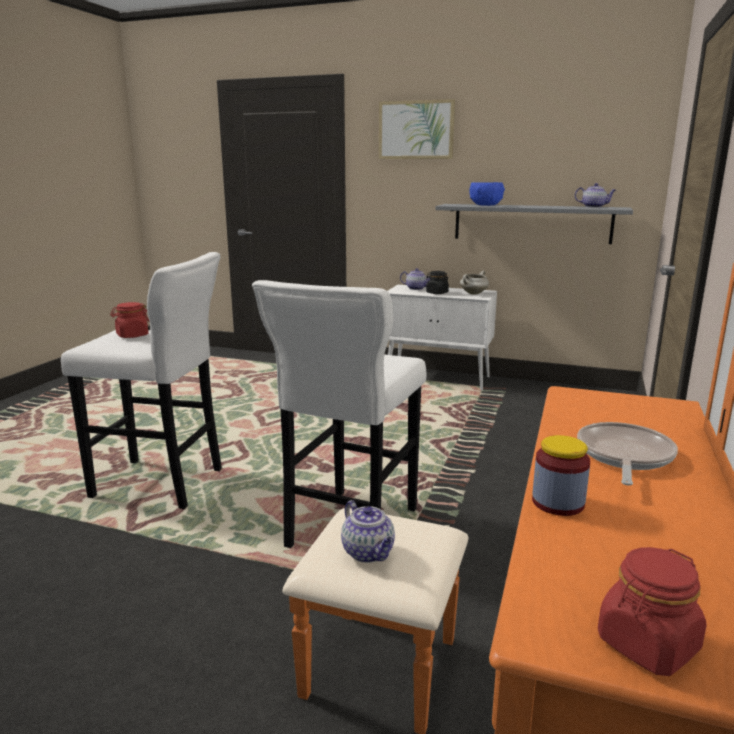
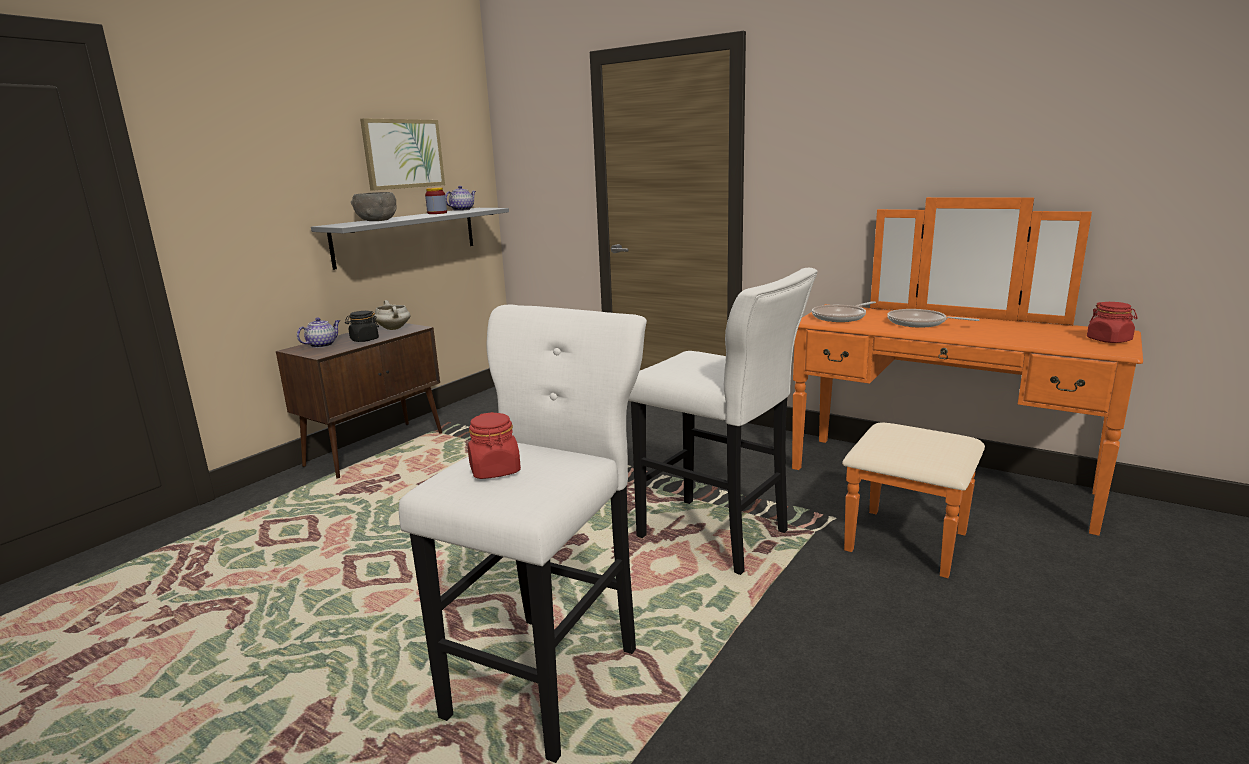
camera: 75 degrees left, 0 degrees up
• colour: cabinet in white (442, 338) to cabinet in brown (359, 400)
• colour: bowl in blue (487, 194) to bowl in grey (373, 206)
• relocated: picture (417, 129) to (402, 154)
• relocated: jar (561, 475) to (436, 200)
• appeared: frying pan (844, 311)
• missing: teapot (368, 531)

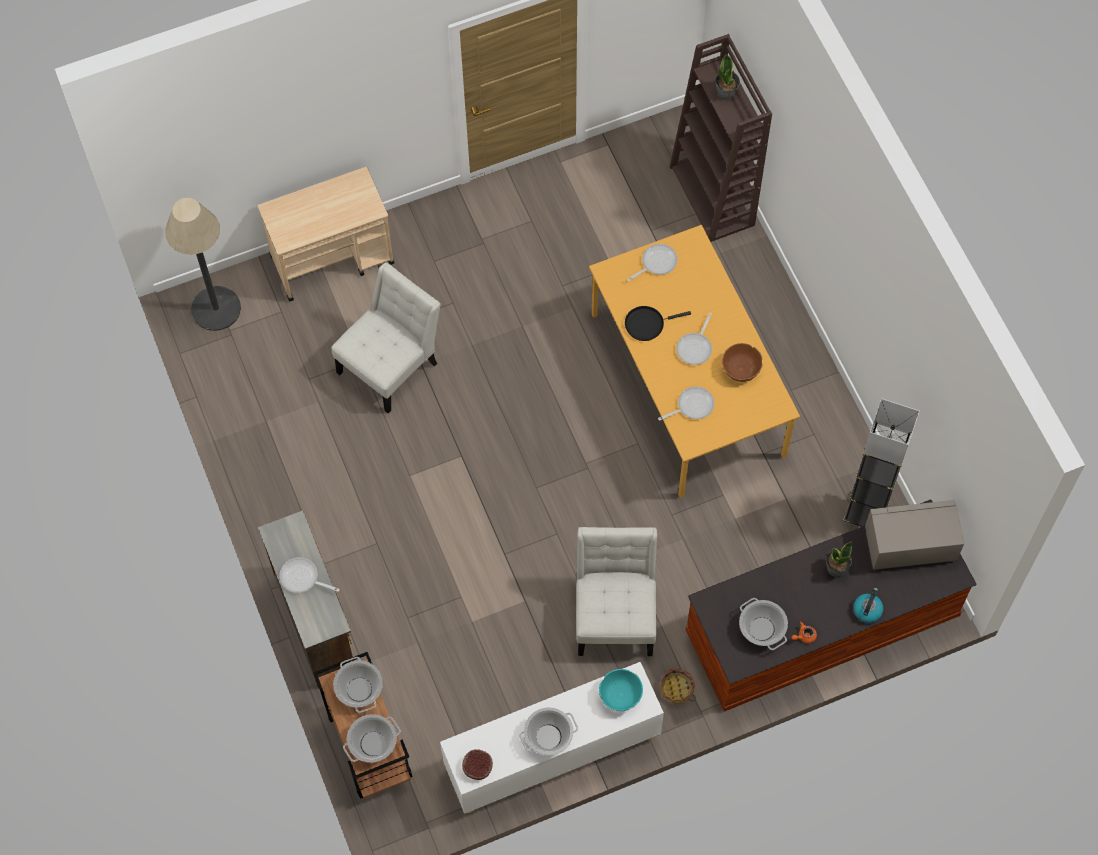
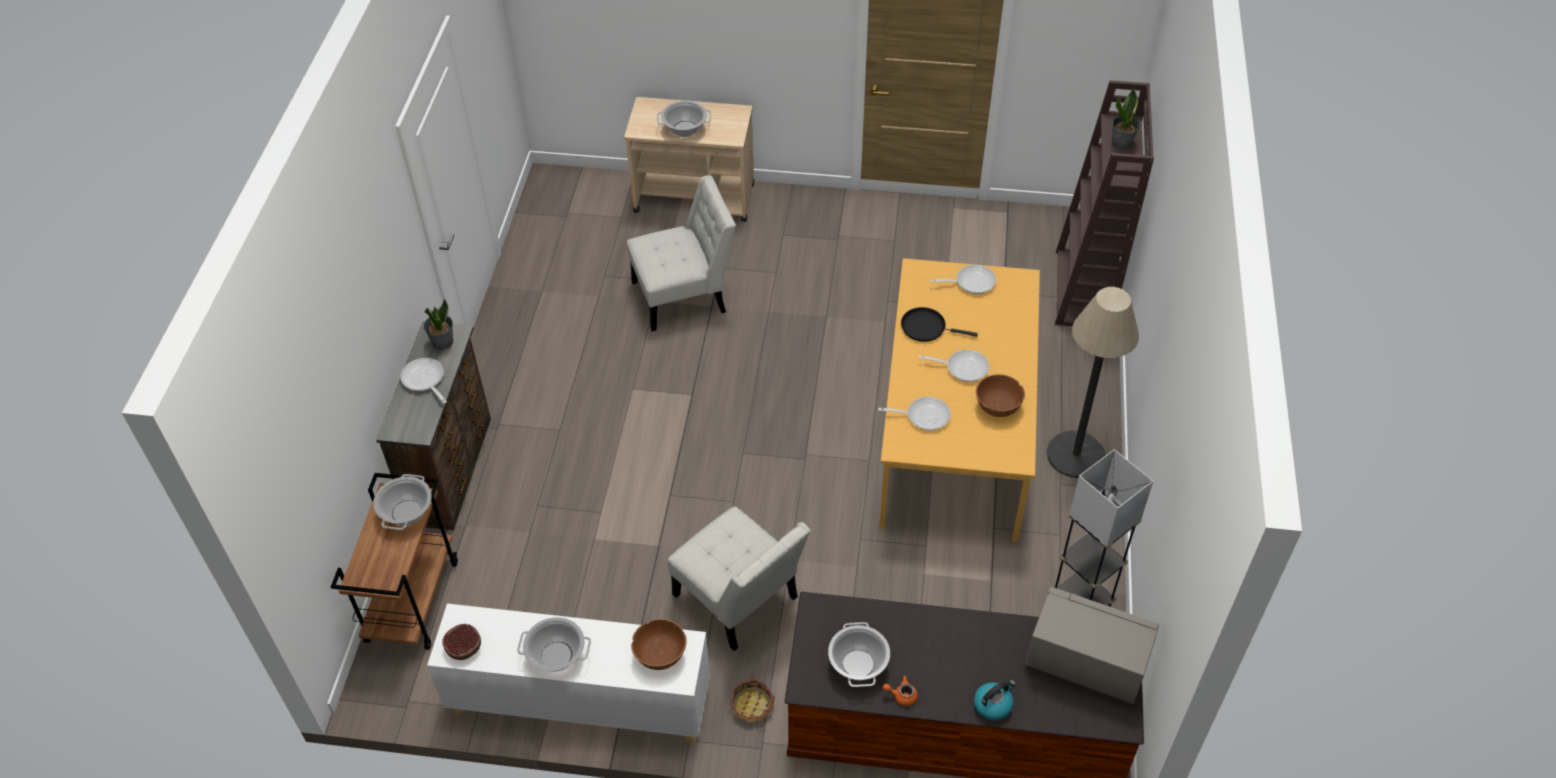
camera: 30 degrees right, 15 degrees down
• relocated: potted plant (839, 559) to (438, 324)
• colour: bowl in turquoise (621, 690) to bowl in brown (659, 644)
• relocated: cooking pot (372, 738) to (684, 118)
• spun: chair in white (616, 591) = (739, 579) 105 degrees clockwise
• spun: frying pan (694, 338) = (954, 366) 135 degrees counterclockwise
• relocated: floor lamp (203, 264) to (1093, 382)

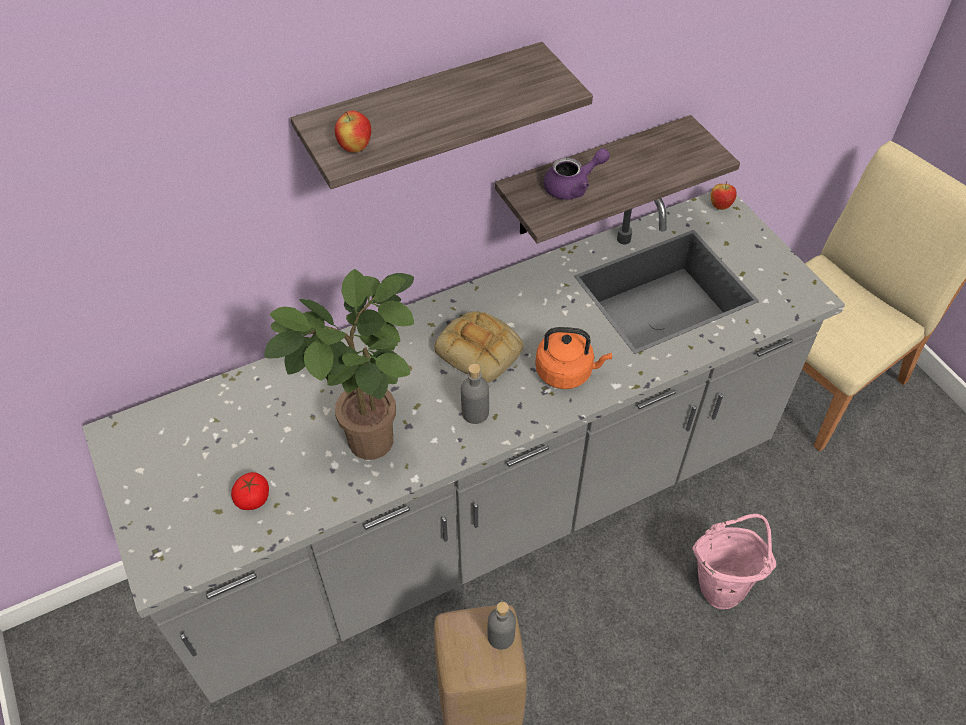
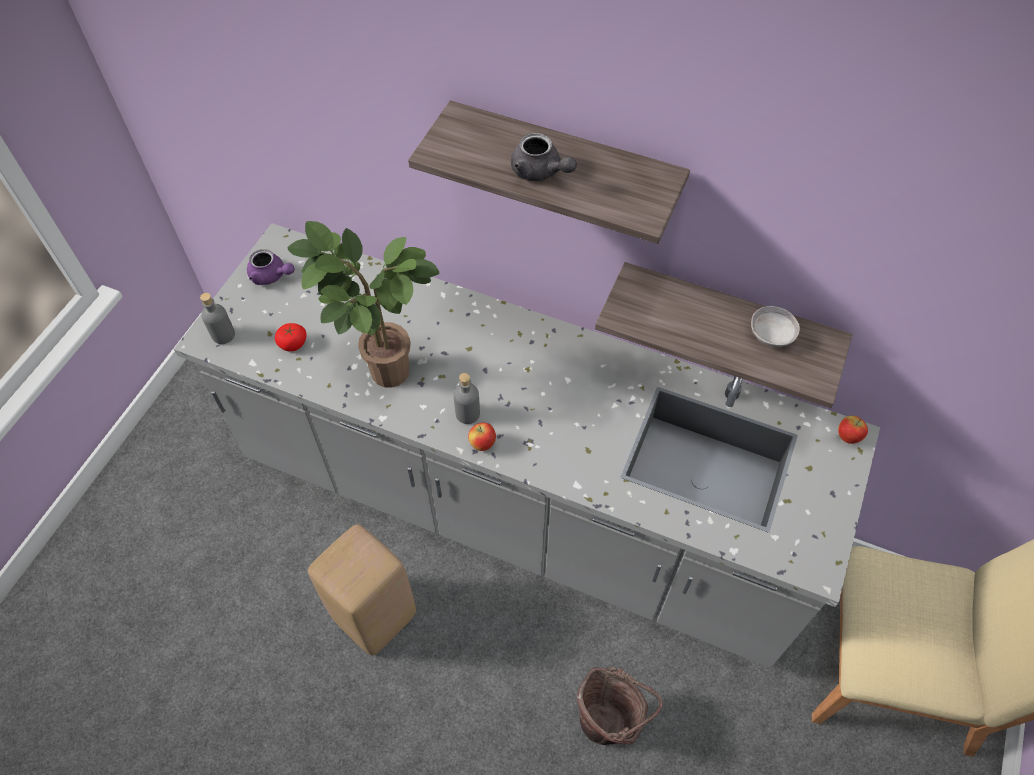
camera: 50 degrees right, 5 degrees up
• relocated: bottle in grey (501, 626) to (217, 318)
• relocated: teapot in purple (577, 174) to (271, 267)
• relocated: apple (353, 132) to (482, 437)
• appeared: teapot in grey (544, 157)
• colour: bucket in pink (734, 561) to bucket in brown (620, 706)
• appeared: bowl in grey (775, 326)
• missing: bread (479, 347)
• missing: kettle in orange (573, 358)

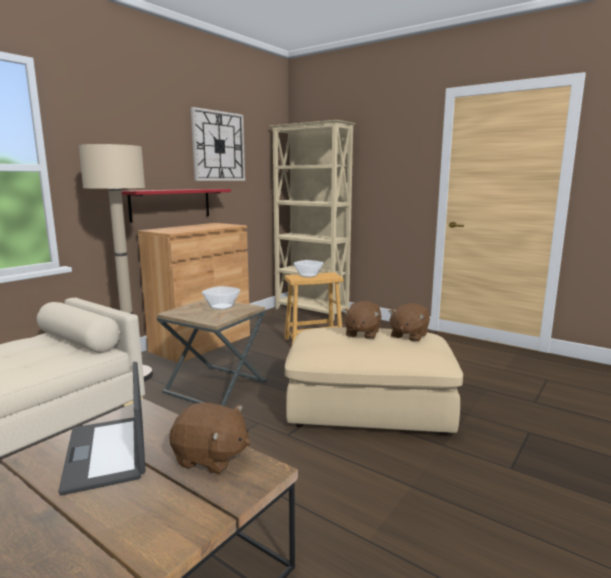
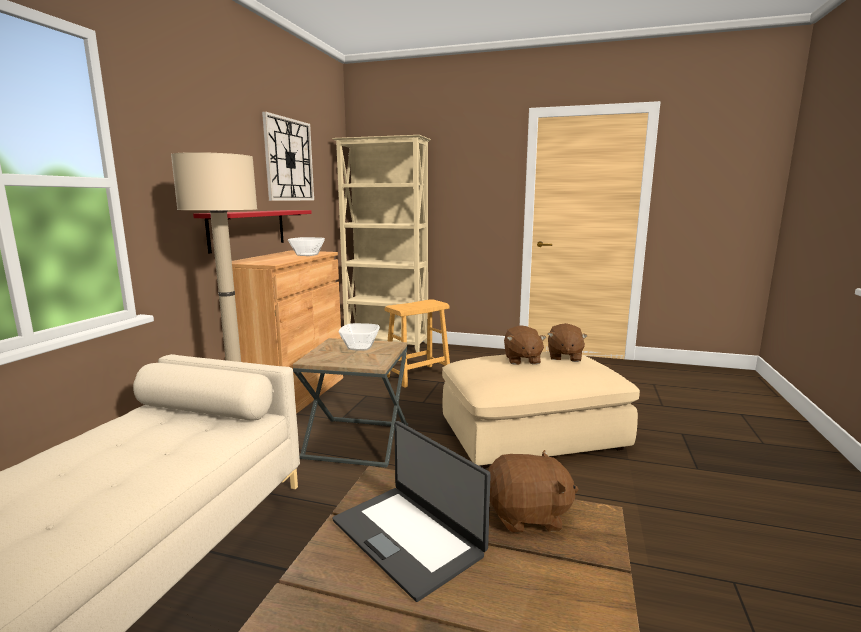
camera: 20 degrees left, 0 degrees up
• relocated: bowl (308, 268) to (306, 246)

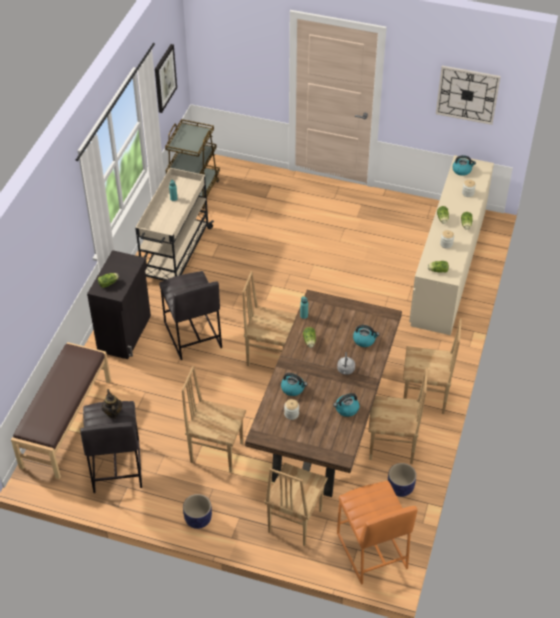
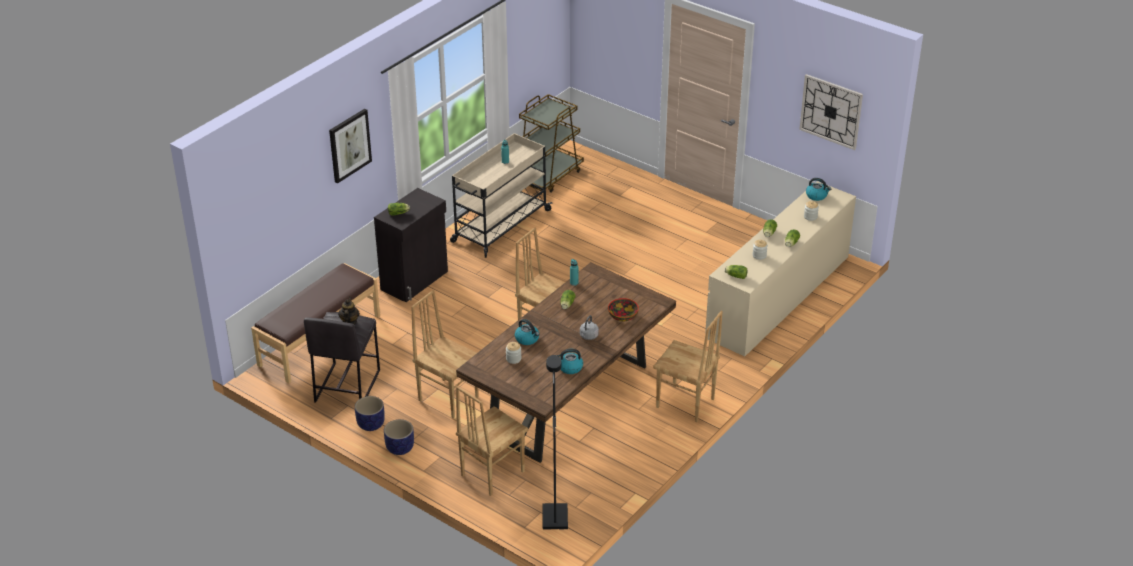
camera: 20 degrees right, 10 degrees down
• relocated: picture (166, 78) to (350, 146)
• relocated: planter (402, 480) to (370, 413)
• exchanged: stool in orange (377, 533) to floor lamp in black (555, 442)
• exchanged: kettle (366, 336) to bowl (623, 310)
• missing: stool in grey (190, 315)
• missing: chair in brown (398, 415)

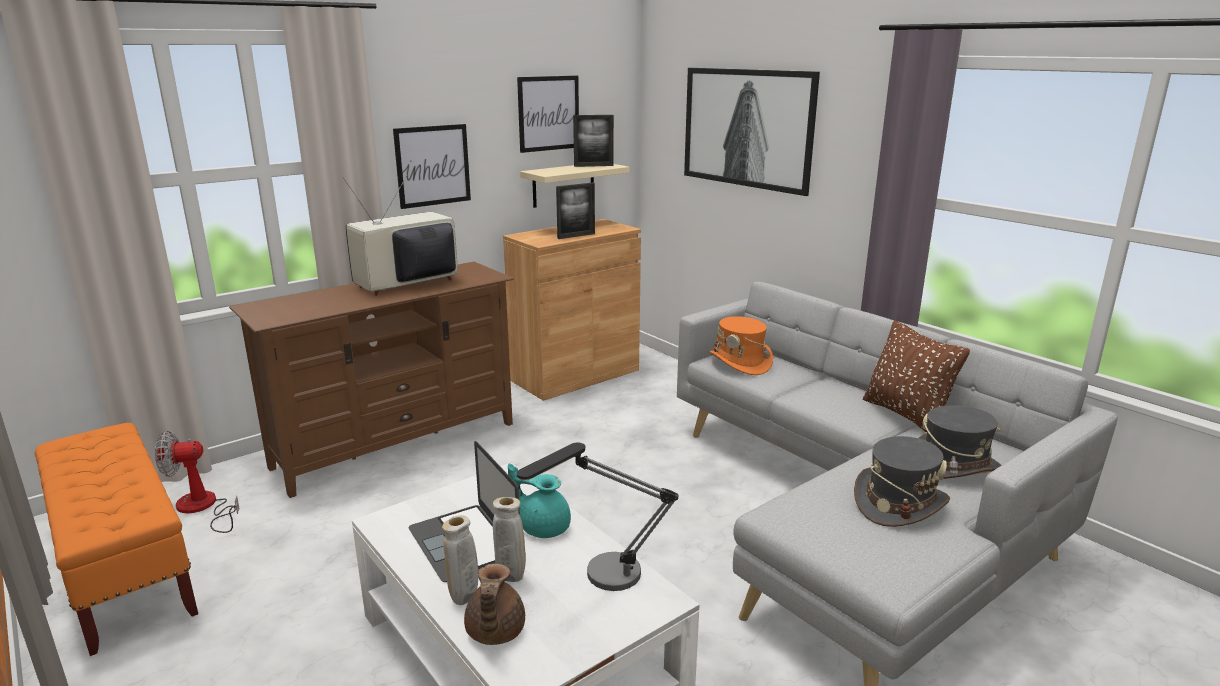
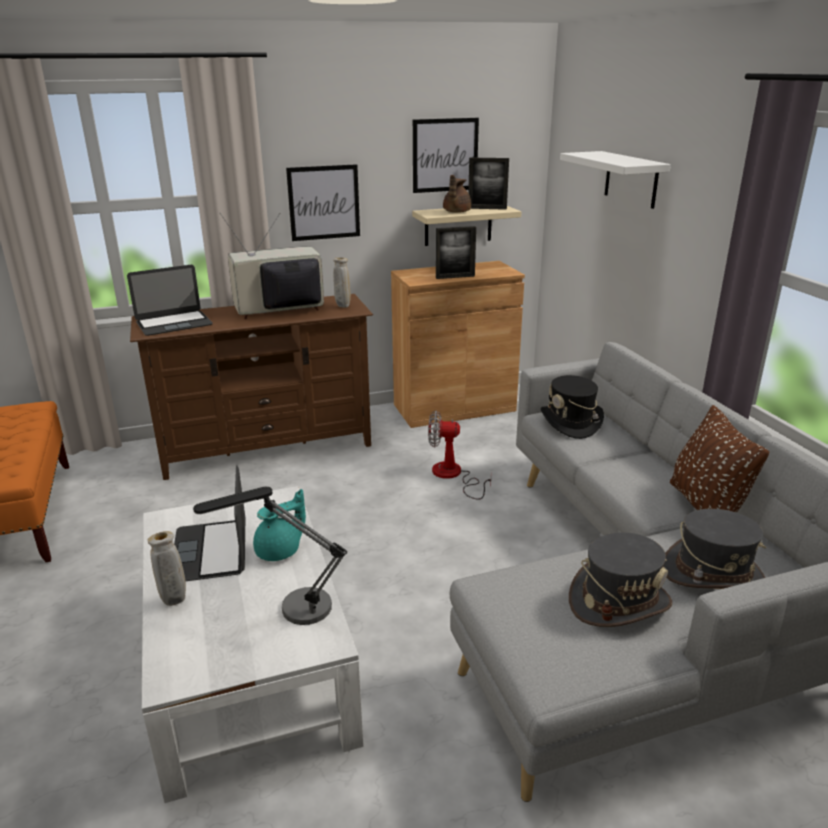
camera: 20 degrees right, 5 degrees up
• appeared: laptop (170, 300)
• spun: teapot in turquoise (539, 500) = (279, 525) 105 degrees clockwise
• relocated: vase in beige (509, 539) to (342, 282)
• relocated: fan (197, 482) to (459, 455)
• relocated: teapot in brown (494, 604) to (457, 194)
• colour: hat in orange (741, 345) to hat in black (572, 407)
• exchanged: picture (752, 132) to shelf in white (615, 180)

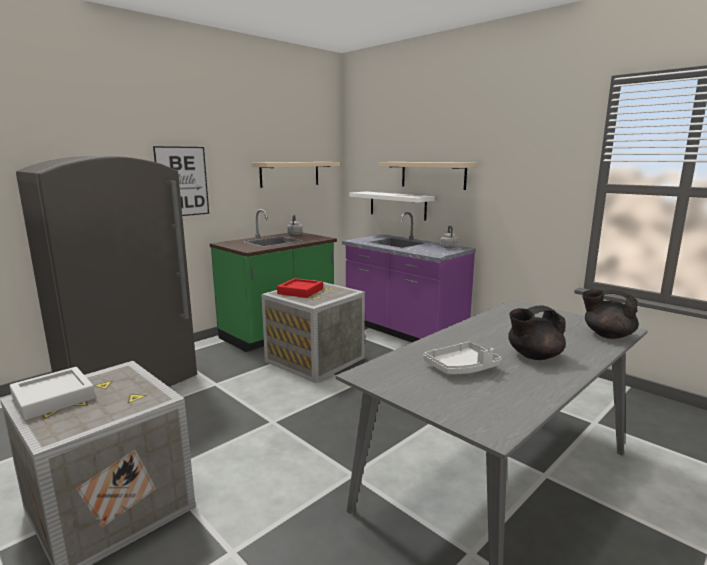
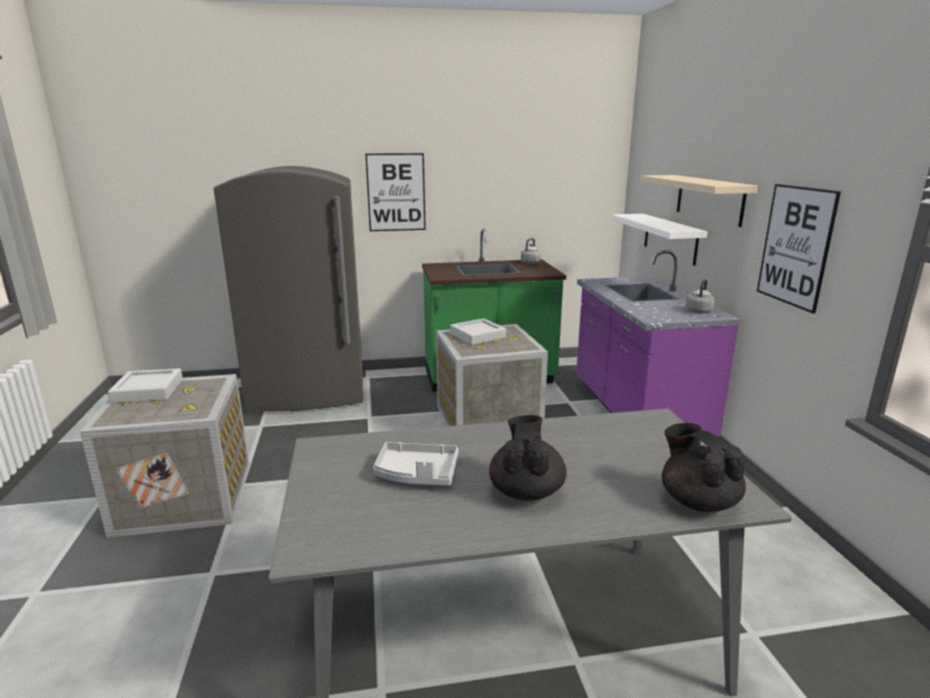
camera: 35 degrees right, 5 degrees up
• colour: tray in red (300, 288) to tray in grey (478, 331)
• spun: teapot in black (537, 332) = (528, 458) 75 degrees clockwise
• appeared: picture (799, 248)
• missing: shelf in beige (295, 175)

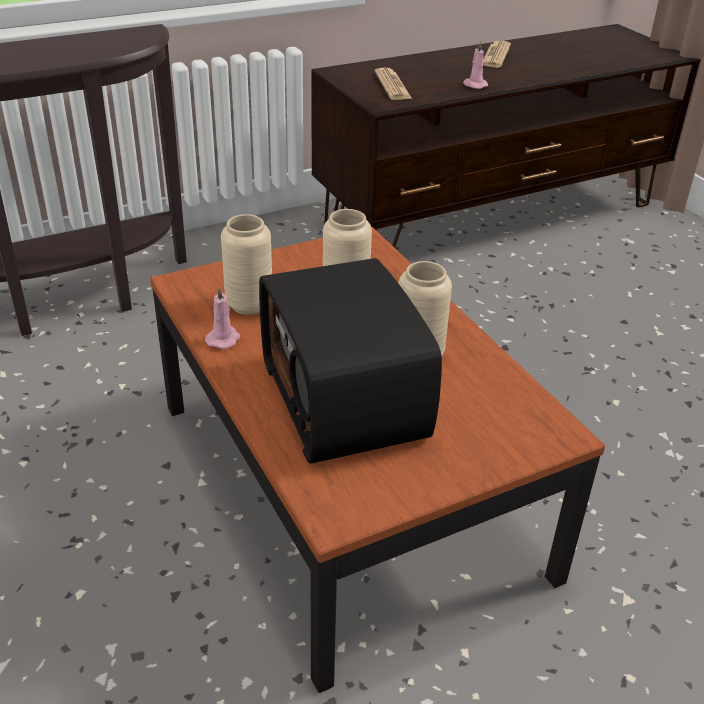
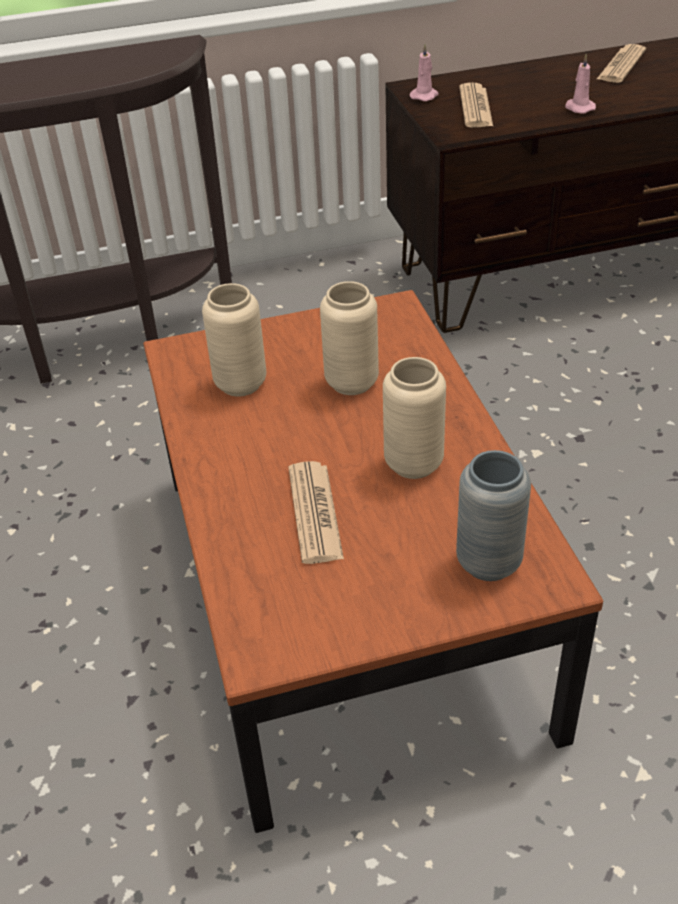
camera: 15 degrees right, 5 degrees up
• exchanged: radio (350, 361) to newspaper (316, 512)
• relocated: candle in pink (222, 317) to (424, 72)
• appeared: vase in grey (493, 515)

